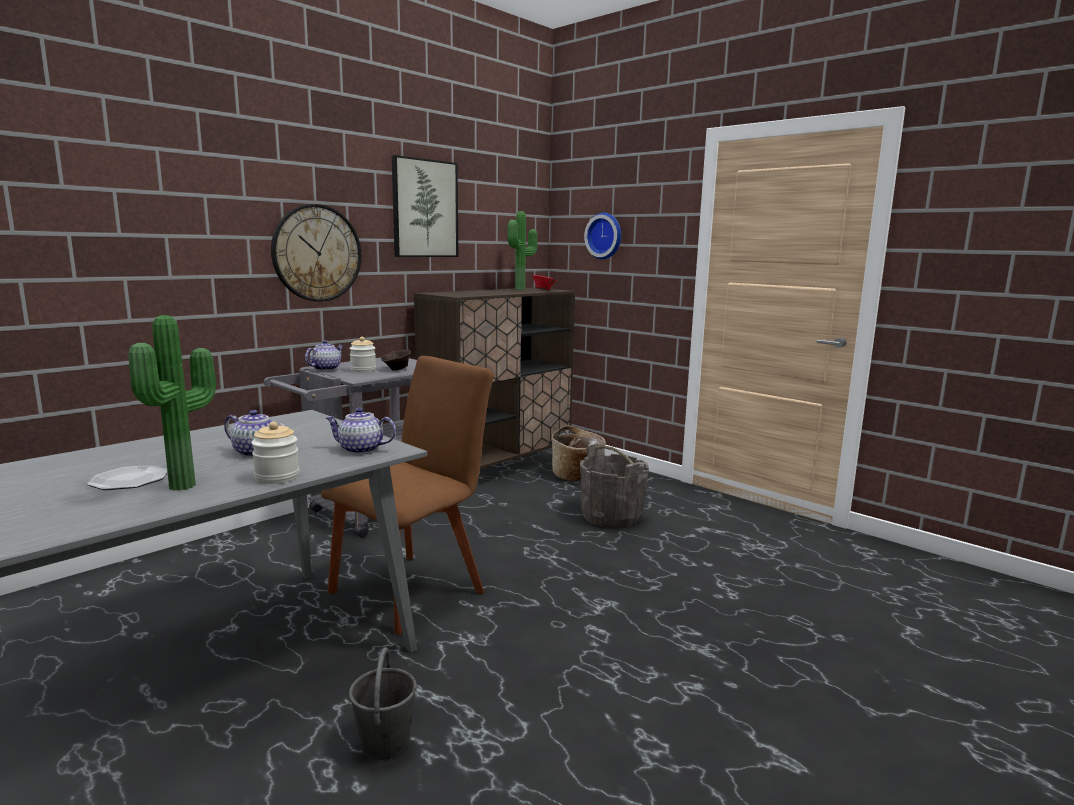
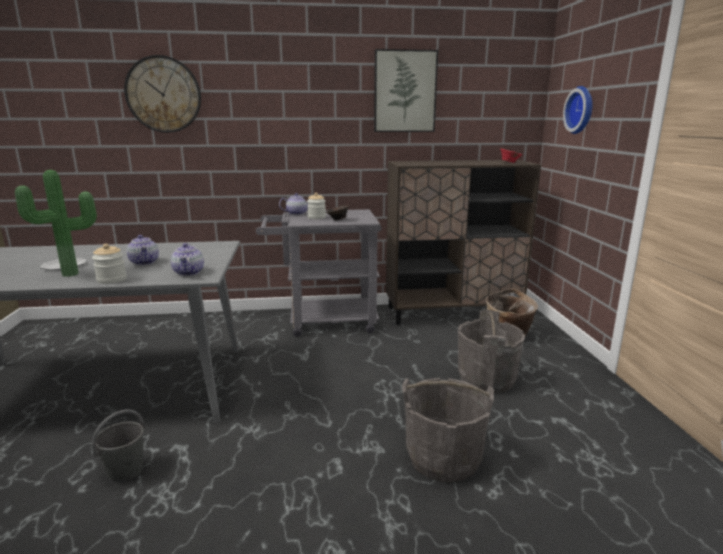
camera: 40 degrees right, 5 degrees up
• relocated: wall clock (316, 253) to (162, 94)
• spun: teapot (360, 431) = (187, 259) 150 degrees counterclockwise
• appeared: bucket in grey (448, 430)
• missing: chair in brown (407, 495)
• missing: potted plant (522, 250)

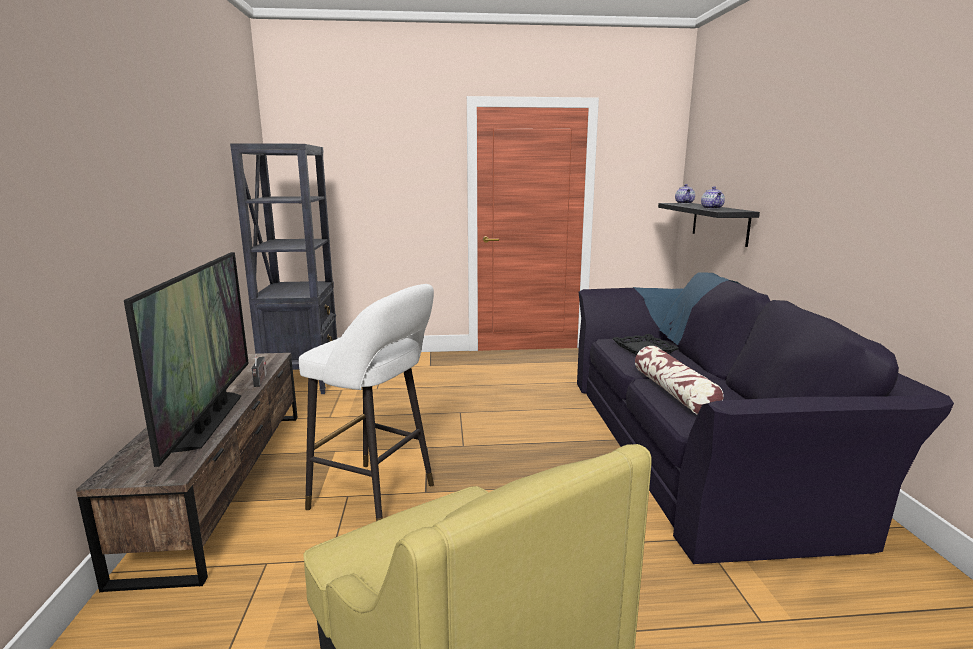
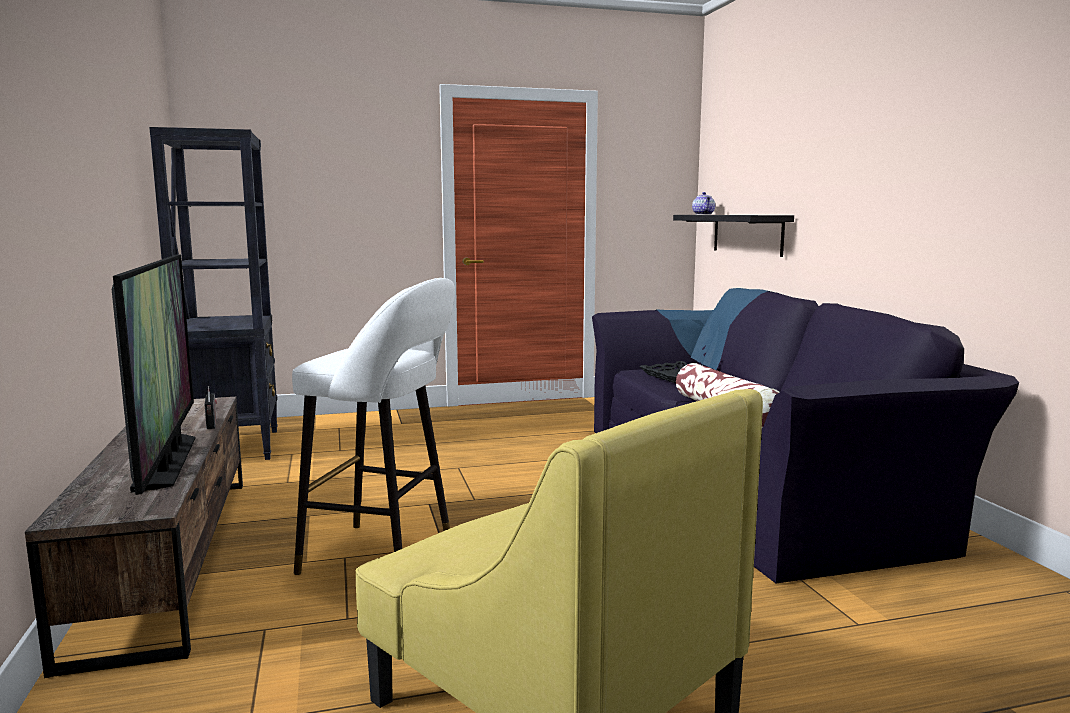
camera: 10 degrees left, 5 degrees down
• missing: teapot (713, 198)

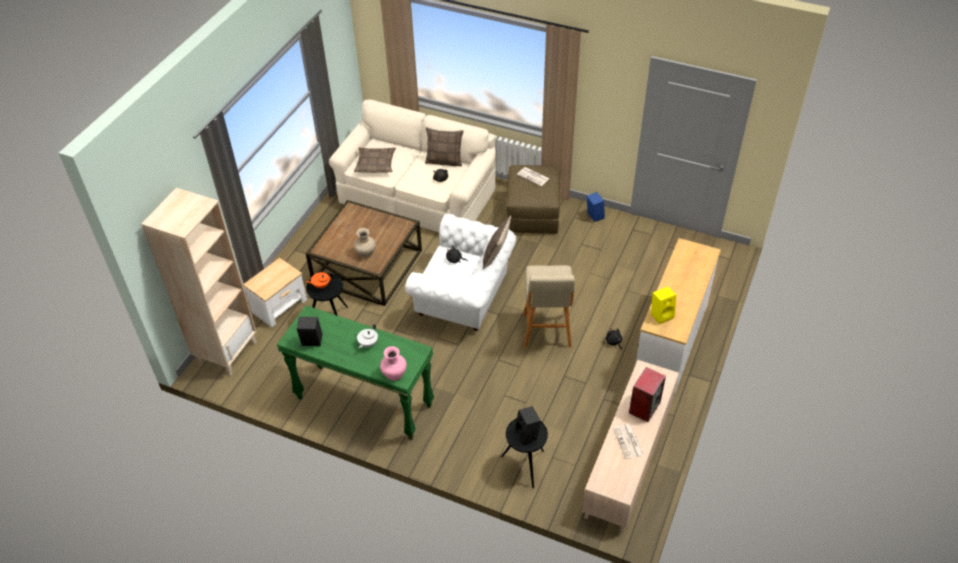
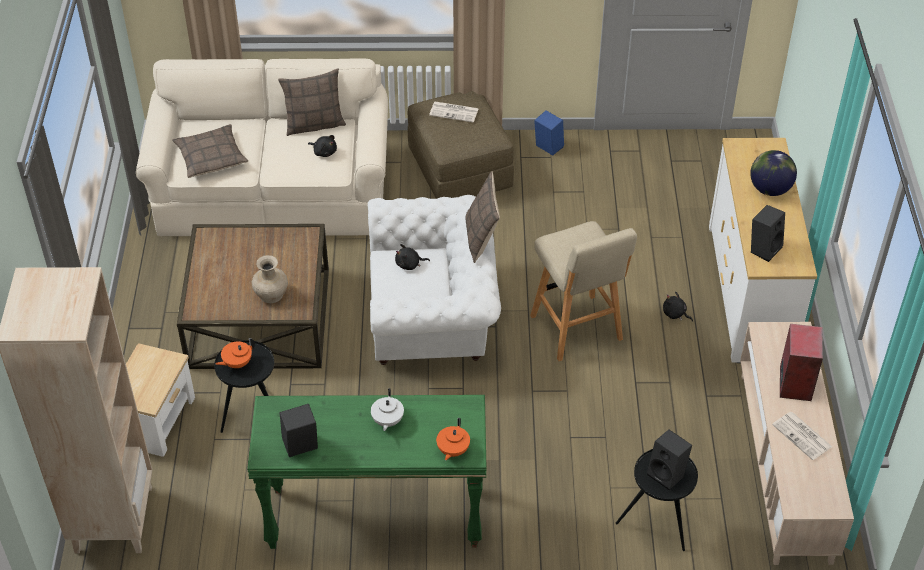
camera: 25 degrees left, 0 degrees up
• exchanged: vase in pink (393, 363) to teapot in orange (453, 439)
• appeared: globe (773, 173)
• colour: speaker in yellow (663, 305) to speaker in black (768, 233)

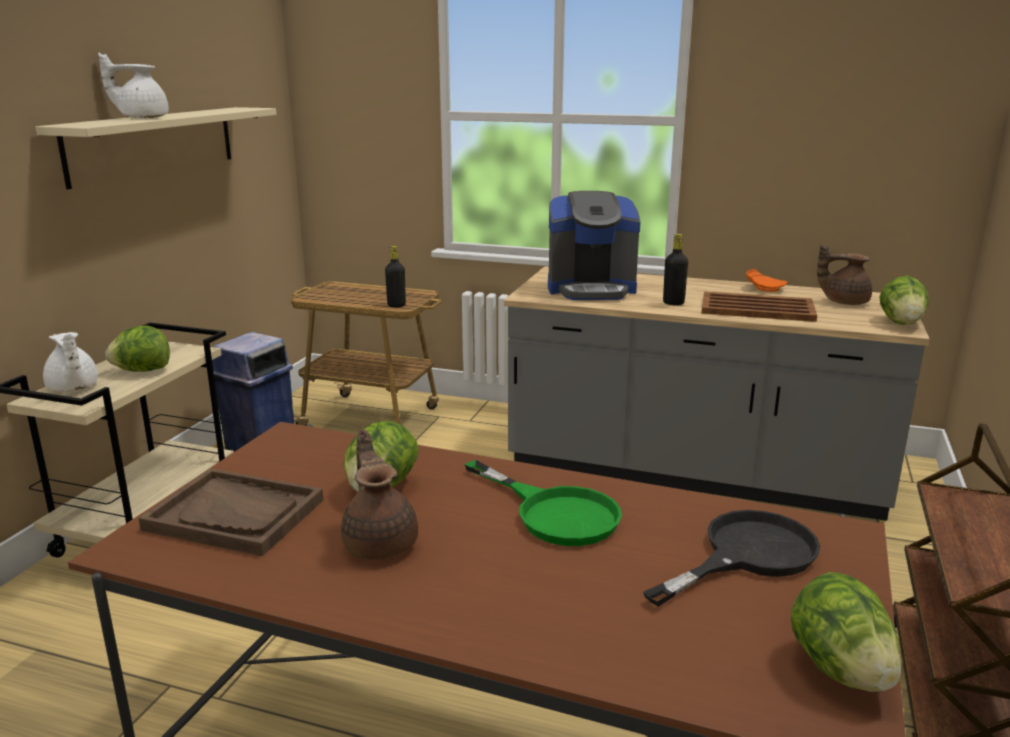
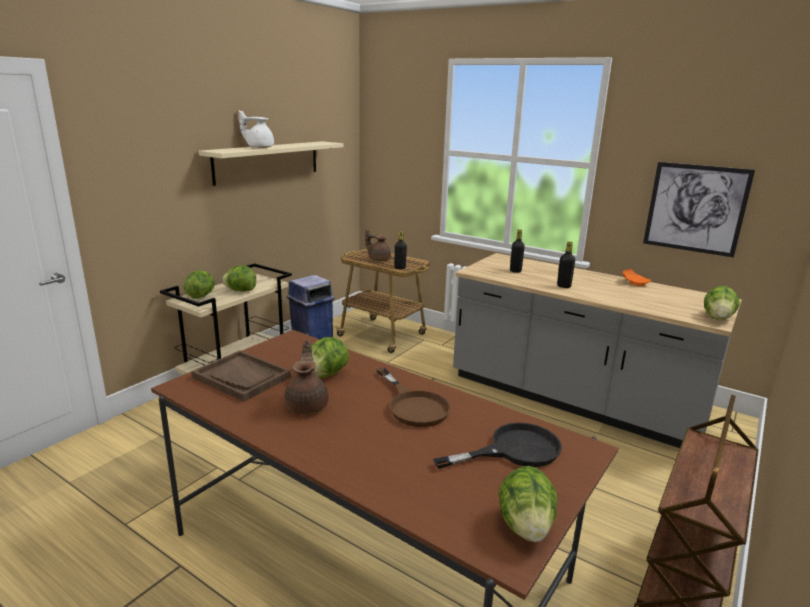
camera: 15 degrees right, 0 degrees up
• exchanged: teapot in white (70, 362) to lettuce (199, 284)
• relocated: teapot in brown (844, 274) to (378, 245)
• colour: frying pan in green (543, 503) to frying pan in brown (414, 397)
• exchanged: coffee machine (594, 245) to bottle in black (517, 251)
• appeared: picture (699, 209)
• missing: tray in brown (759, 306)

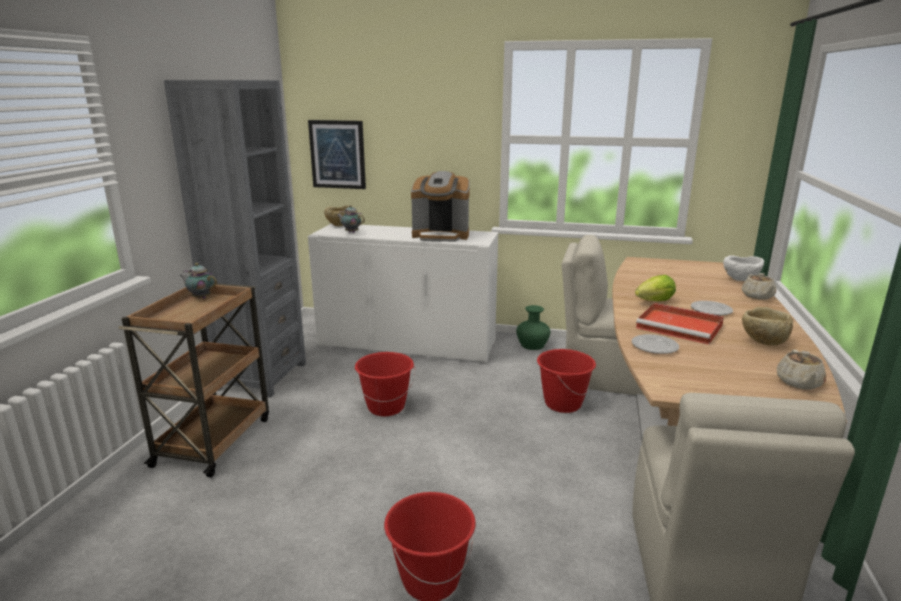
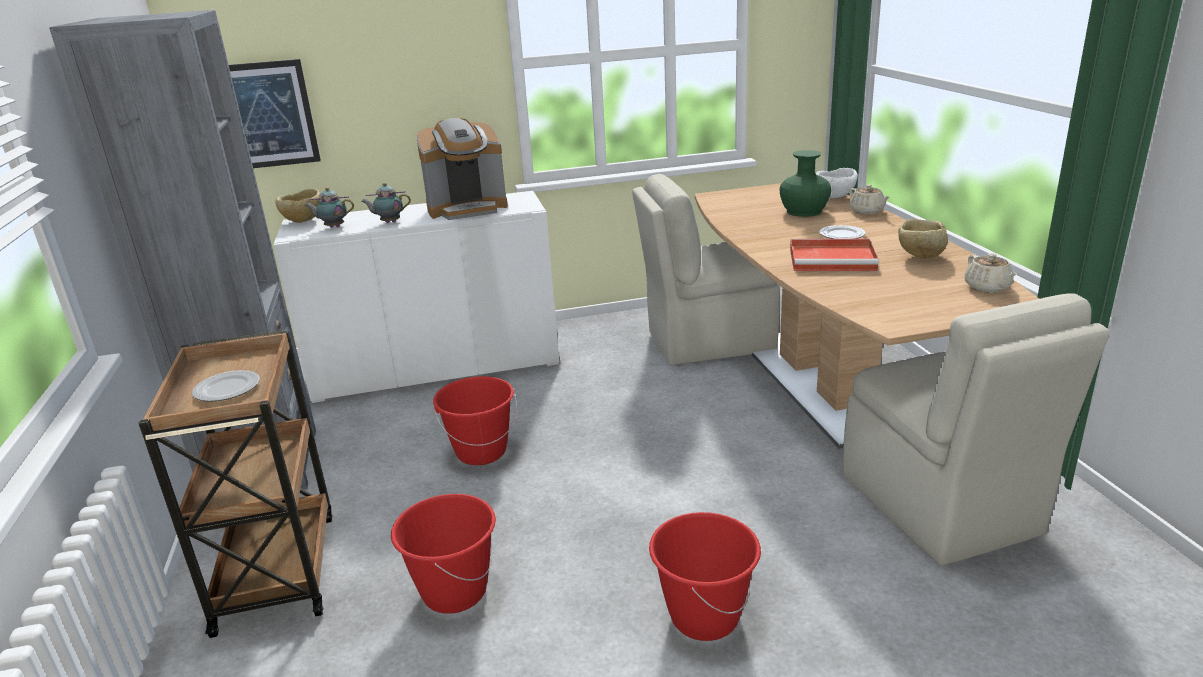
camera: 25 degrees left, 5 degrees up
• relocated: plate (655, 344) to (226, 386)
• relocated: teapot (198, 281) to (386, 203)
• relocated: bucket in red (566, 381) to (443, 554)
• relocated: vase in green (533, 327) to (805, 183)
• missing: lettuce (655, 288)

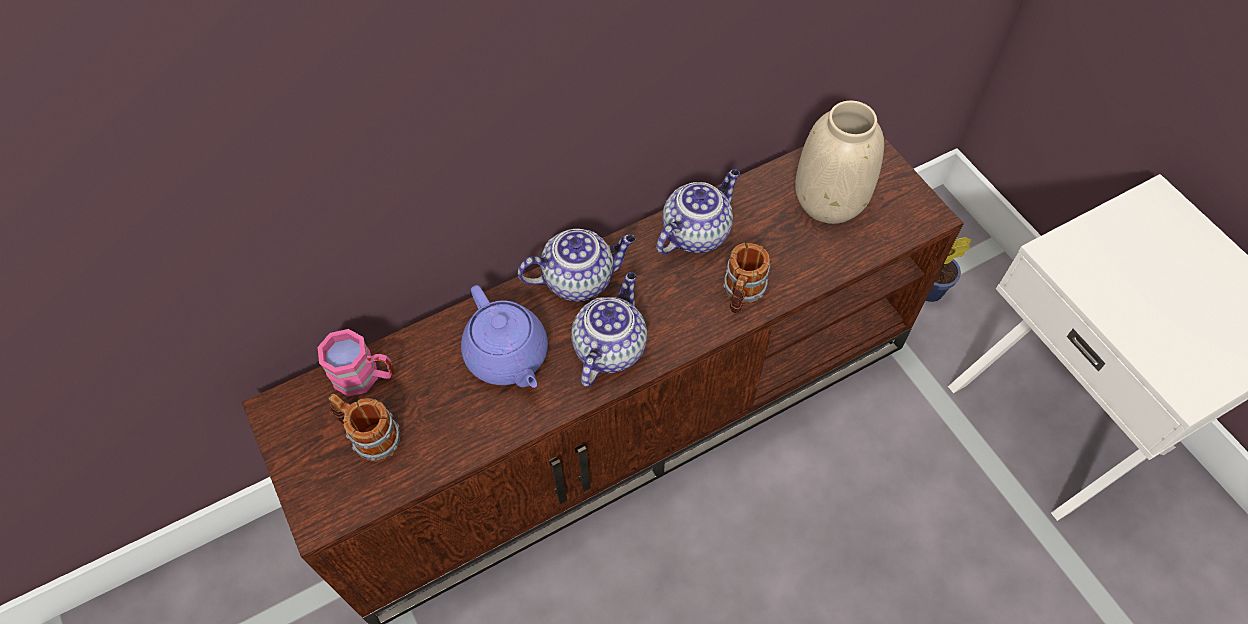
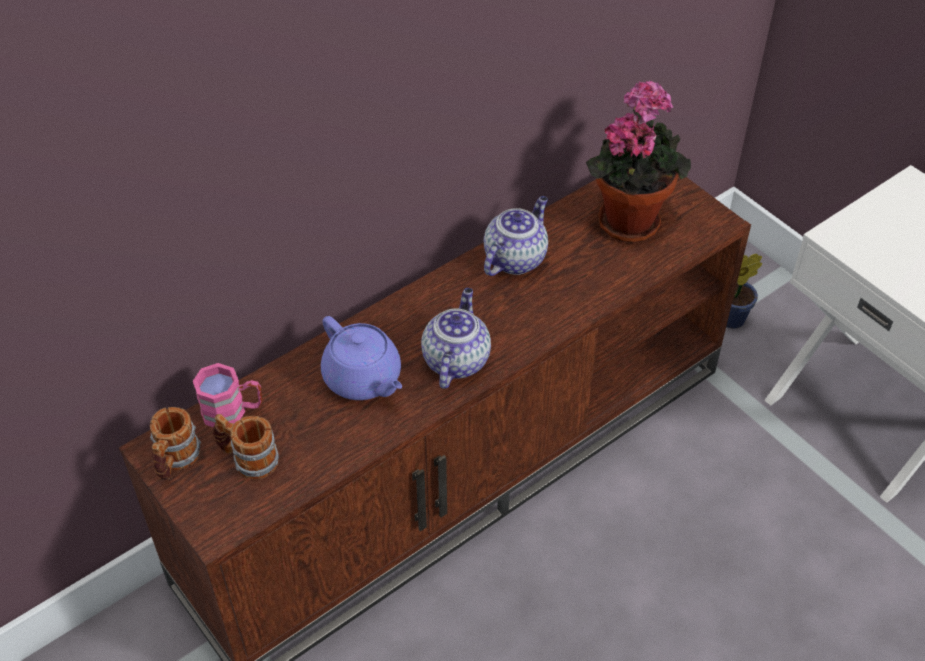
camera: 10 degrees left, 10 degrees down
• relocated: mug (746, 278) to (175, 443)
• exchanged: vase in beige (839, 162) to potted plant (638, 162)
• missing: teapot (576, 265)

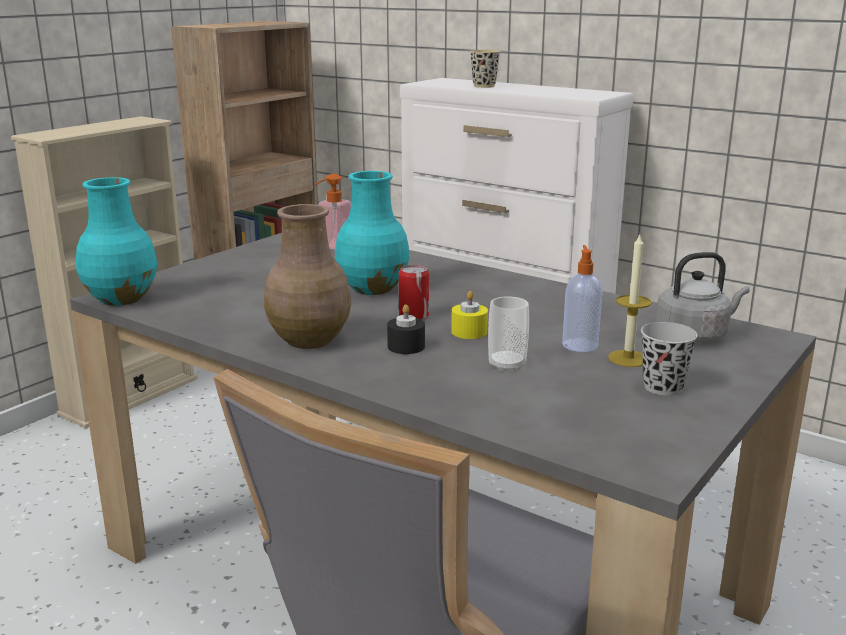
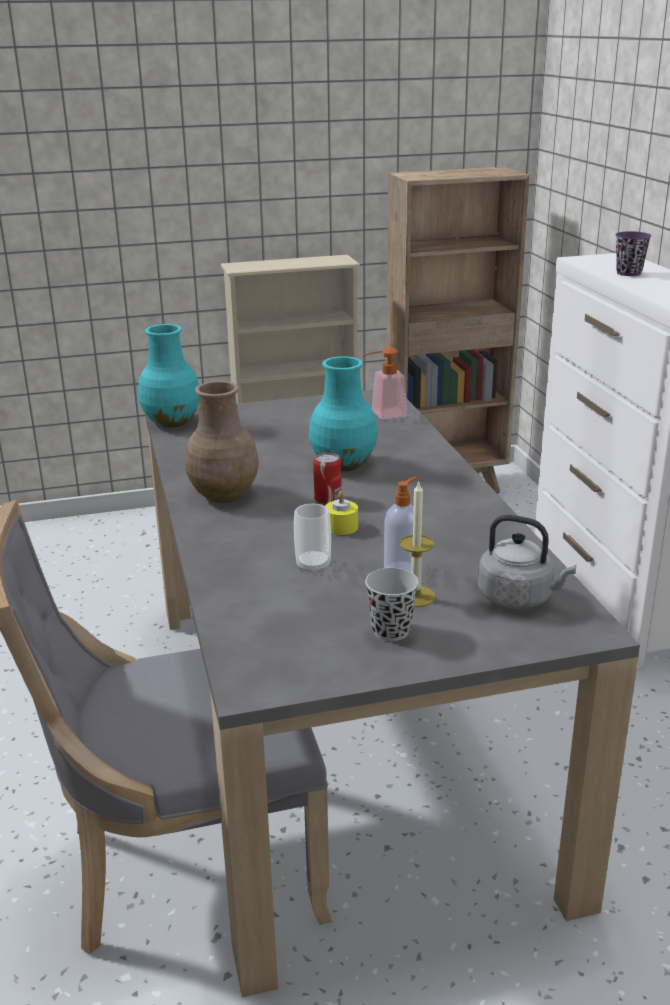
camera: 40 degrees right, 5 degrees up
• colour: cup in beige (485, 69) to cup in purple (633, 253)
• missing: candle in black (406, 329)

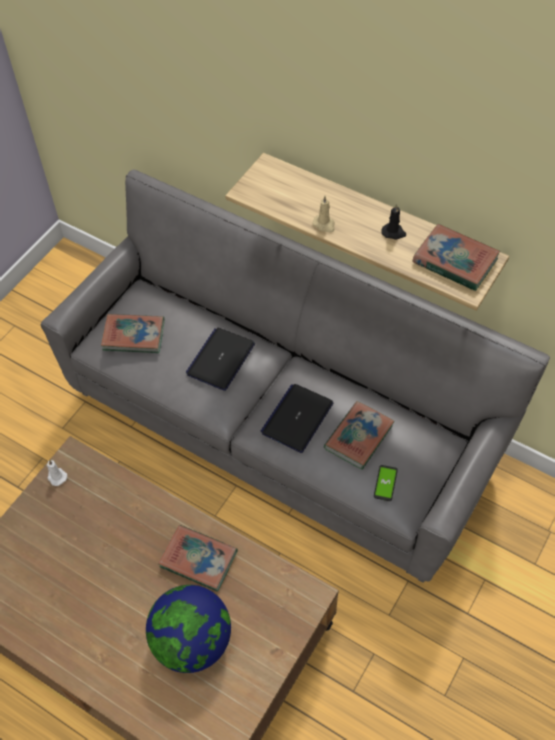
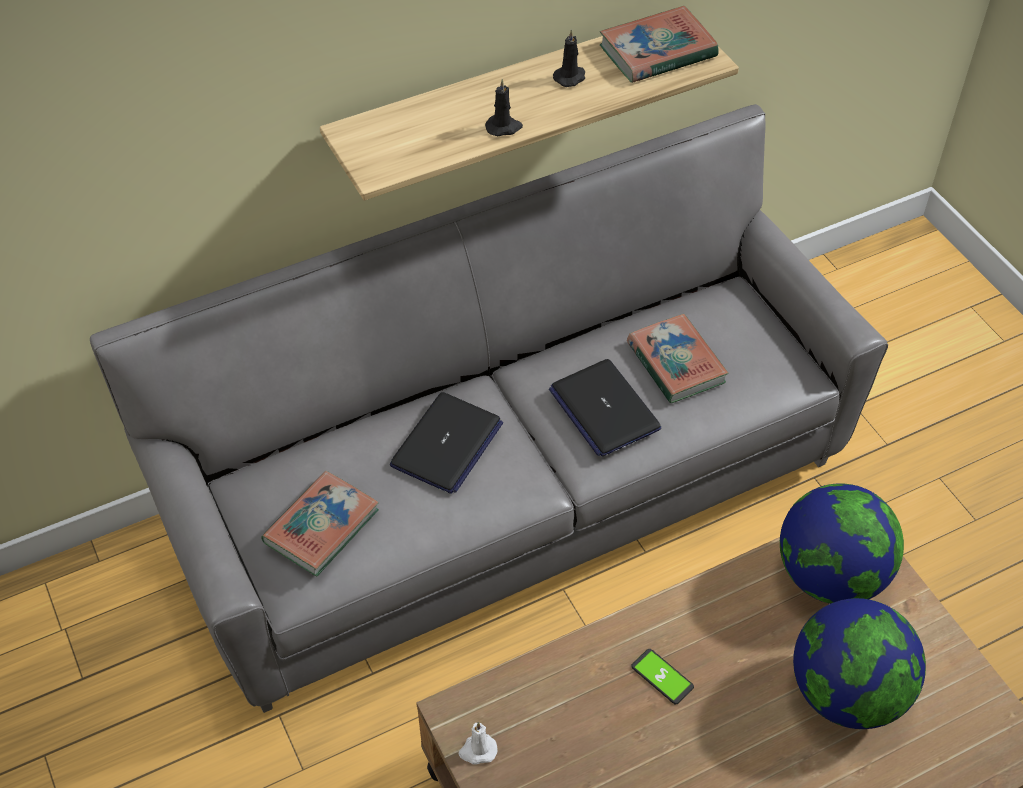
camera: 60 degrees left, 5 degrees down
• spun: laptop (220, 359) = (446, 443) 120 degrees counterclockwise
• colour: candle in beige (324, 214) to candle in black (504, 107)
• relocated: phone (386, 483) to (662, 676)
• appeared: globe (842, 543)
• missing: book (198, 558)

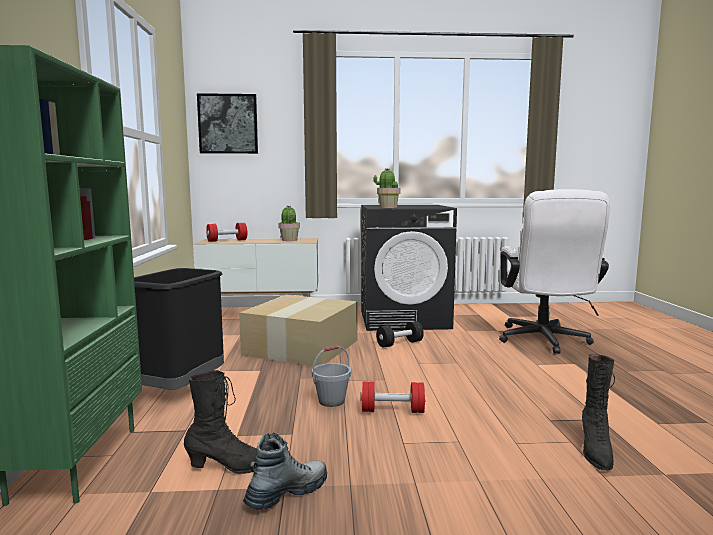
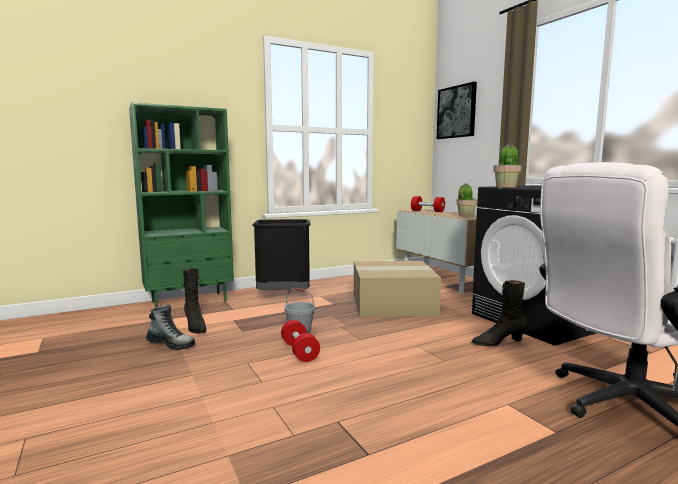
camera: 65 degrees right, 0 degrees up
• relocated: boot in black (598, 412) to (499, 313)
• missing: dumbbell in black (400, 334)

